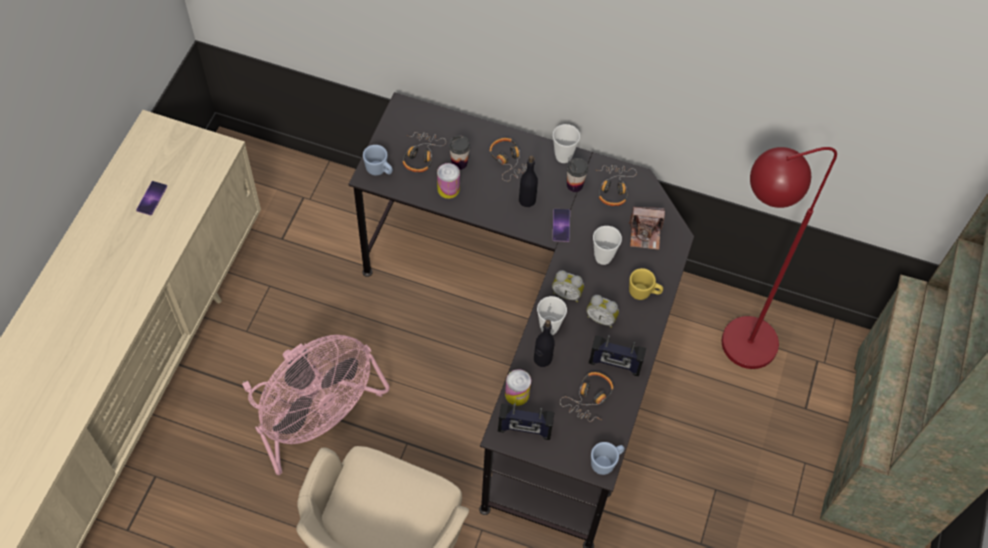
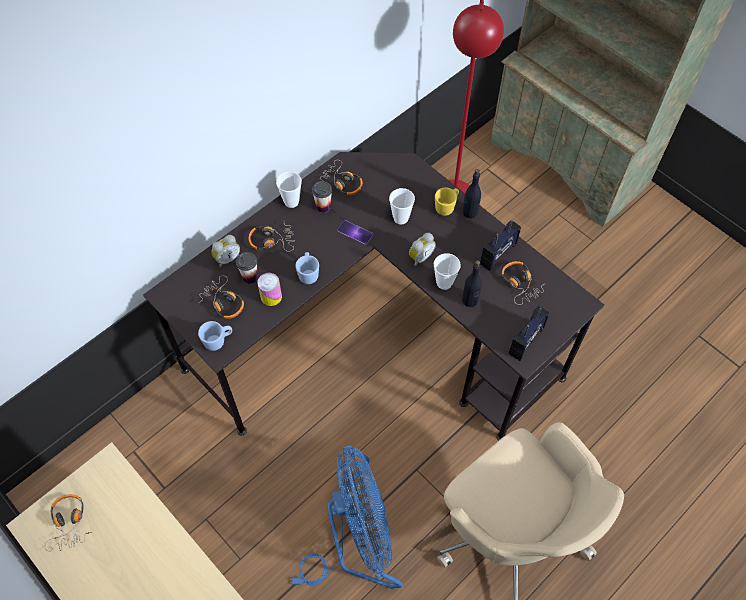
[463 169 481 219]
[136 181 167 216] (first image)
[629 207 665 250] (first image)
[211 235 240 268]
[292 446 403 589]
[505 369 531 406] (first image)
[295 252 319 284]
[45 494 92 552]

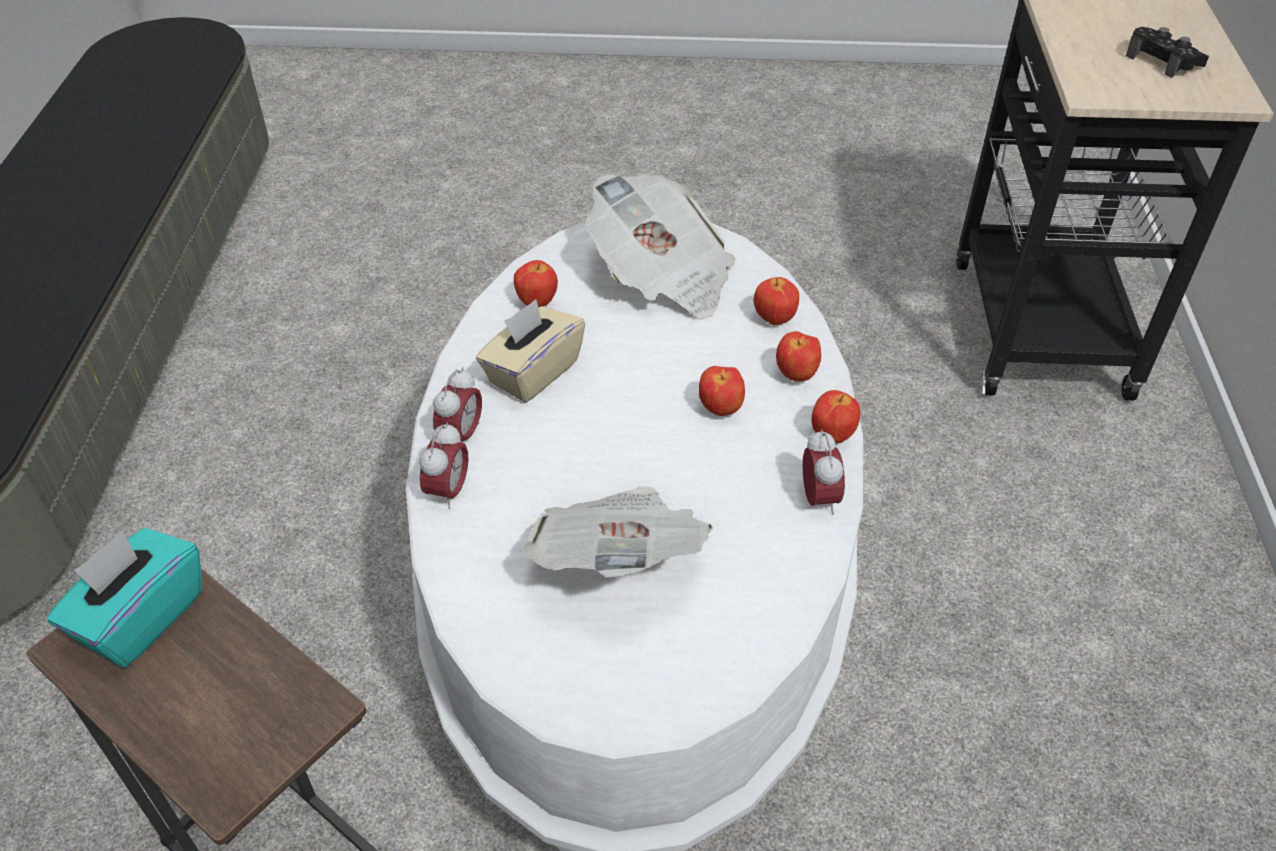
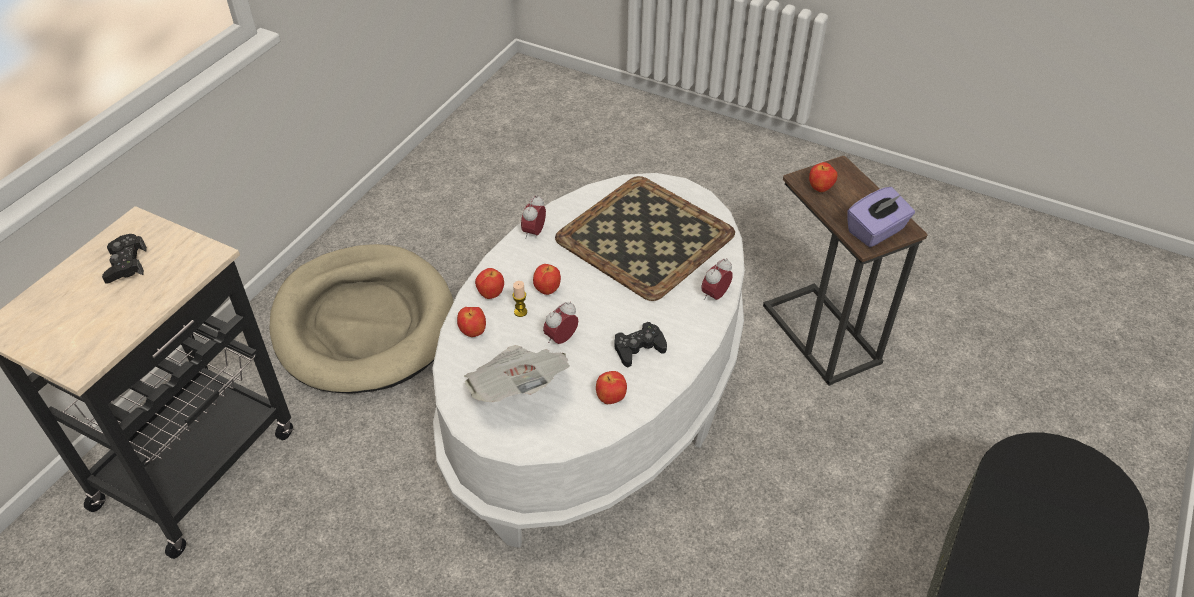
[614 322 667 367]
[543 302 578 344]
[809 162 838 192]
[555 176 735 301]
[847 187 915 247]
[269 244 454 394]
[513 281 527 317]

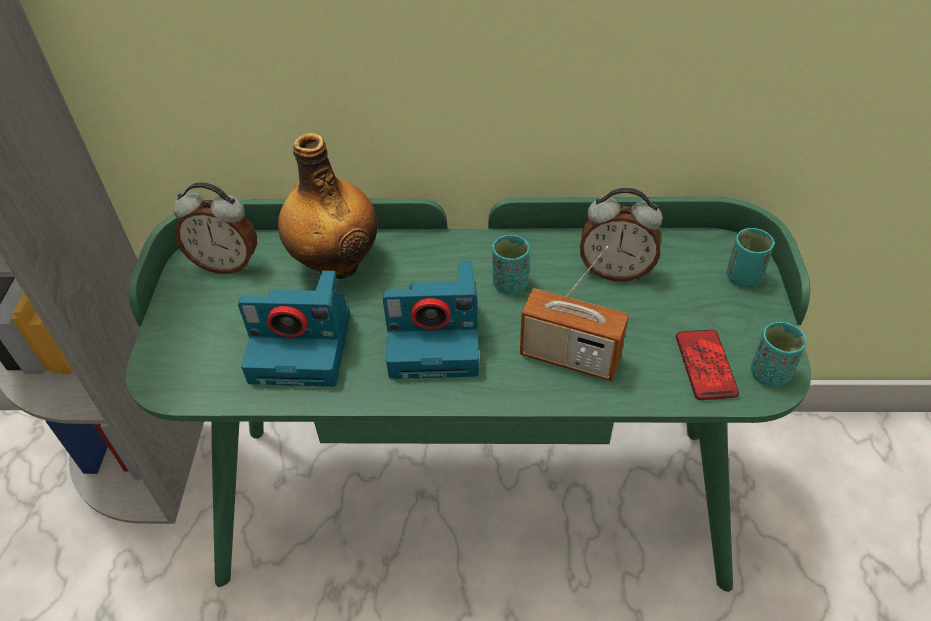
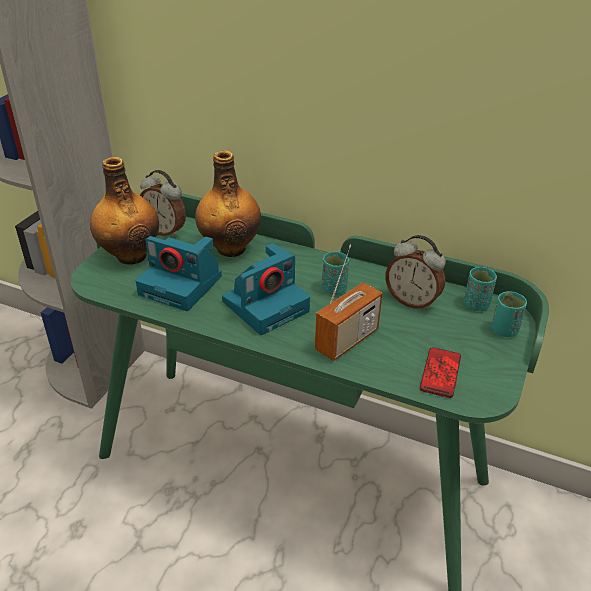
[315 245 383 361]
[222 243 310 335]
[464 267 497 311]
[90 157 159 264]

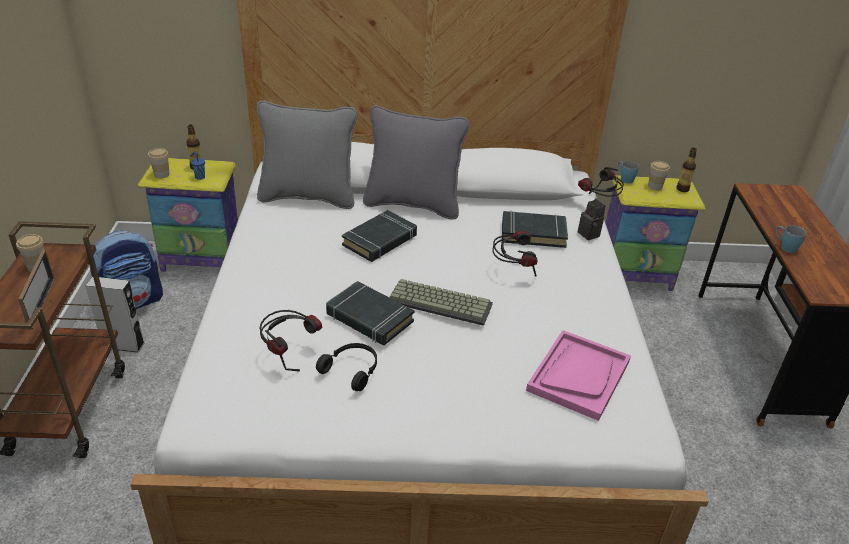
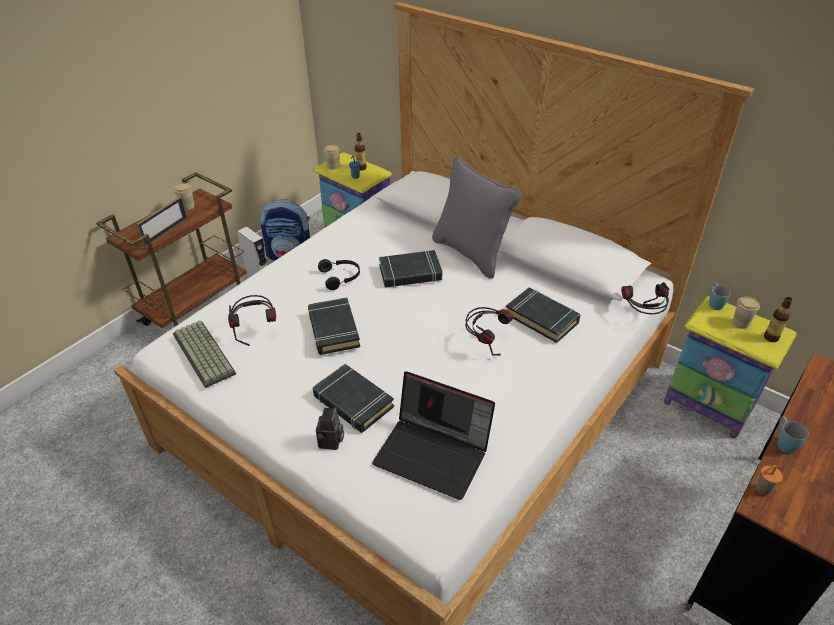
[257 100 357 209] (first image)
[316 407 344 450]
[173 320 236 388]
[372 371 495 500]
[318 259 360 290]
[313 364 394 433]
[756 465 783 495]

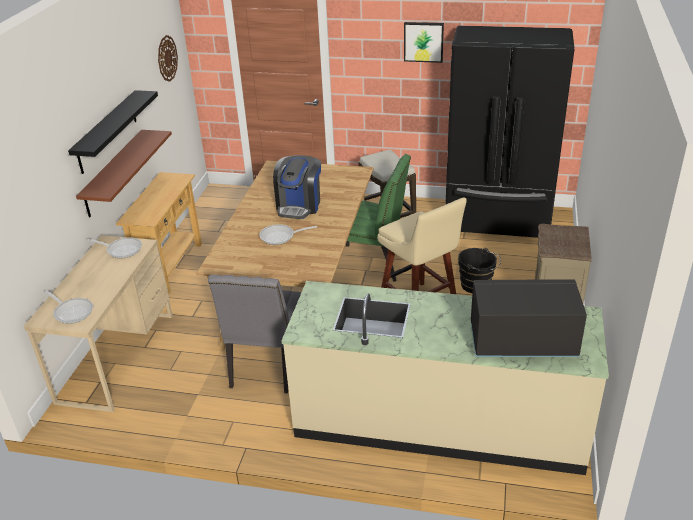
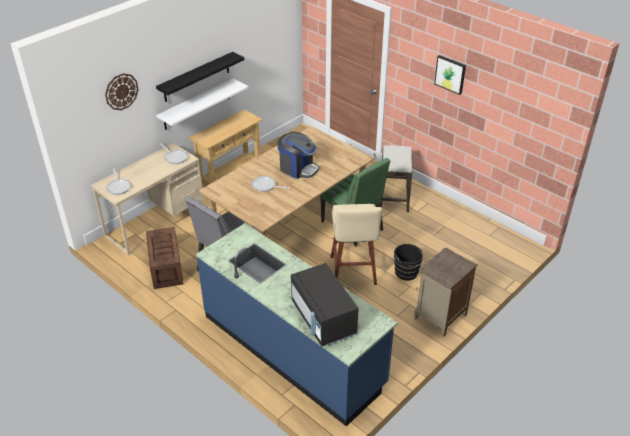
[445 26 575 238] (first image)
[105 73 139 110]
[156 79 249 130]
[277 132 320 179]
[291 263 359 346]
[196 223 398 426]
[146 227 184 289]

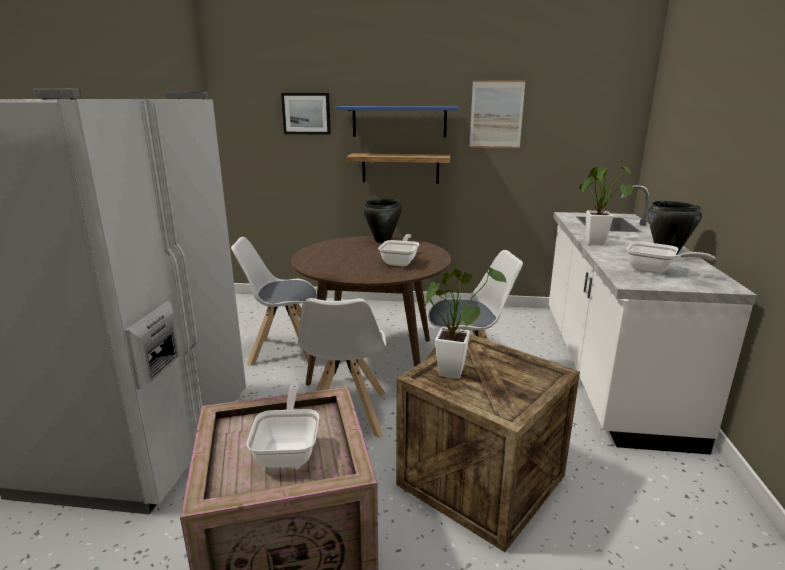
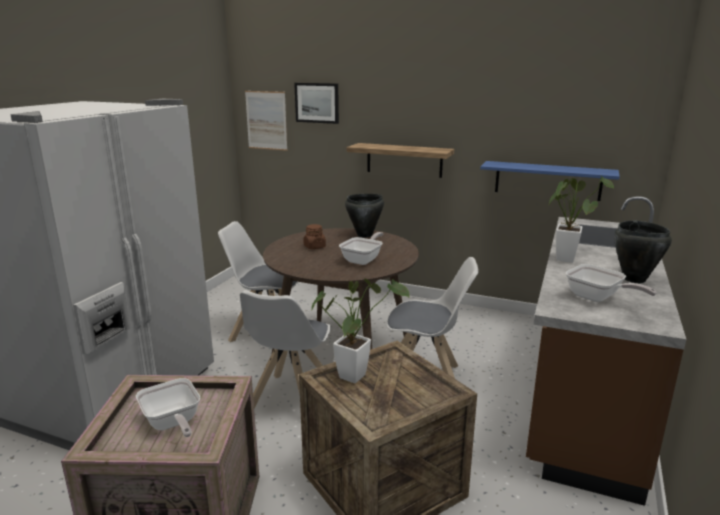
[245 91 288 151]
[480 161 620 201]
[526 196 686 506]
[136 378 200 437]
[303 224 326 249]

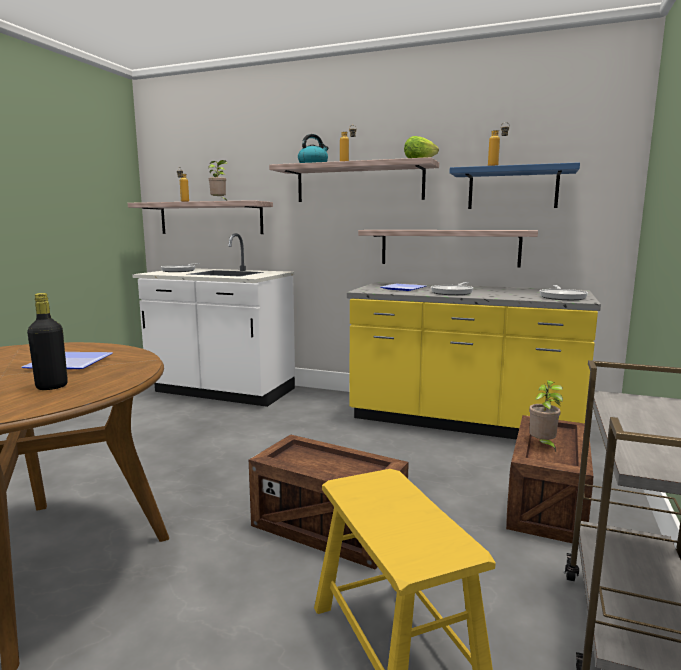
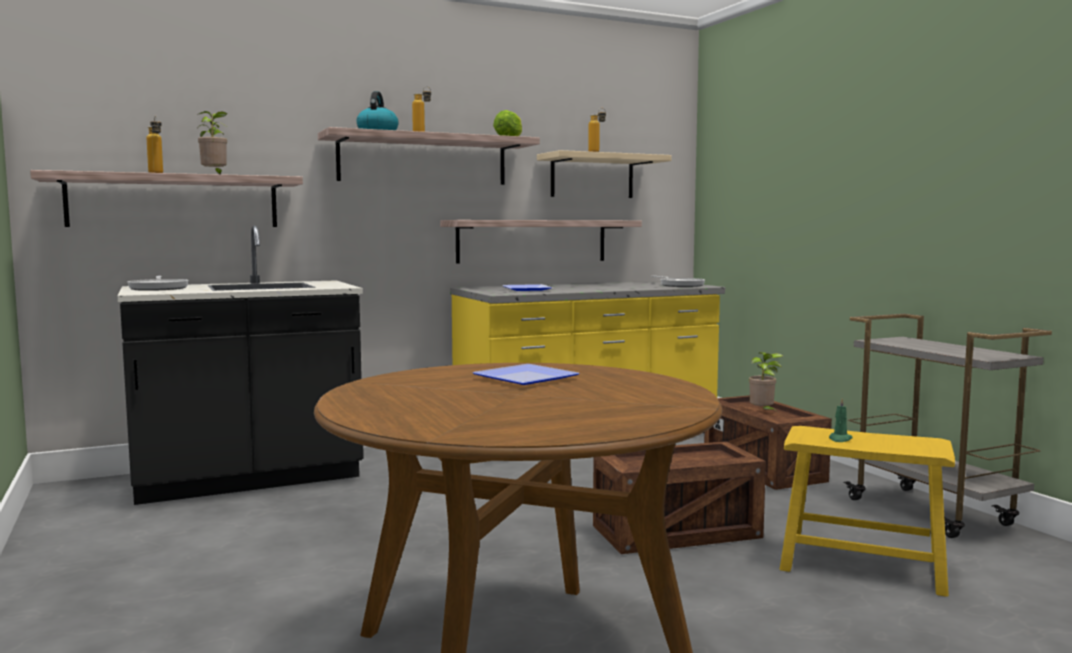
[537 150 672 198]
[118 225 364 505]
[431 282 473 295] (first image)
[27 293 68 390] (first image)
[829 398 853 442]

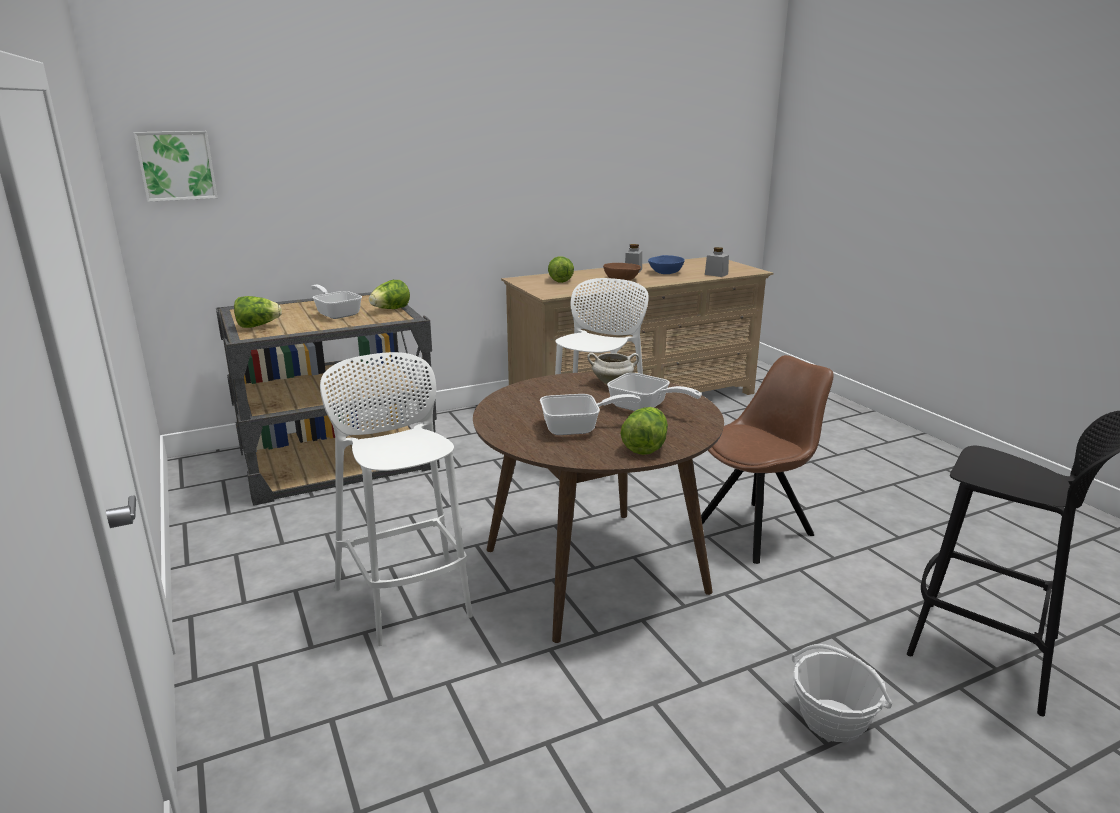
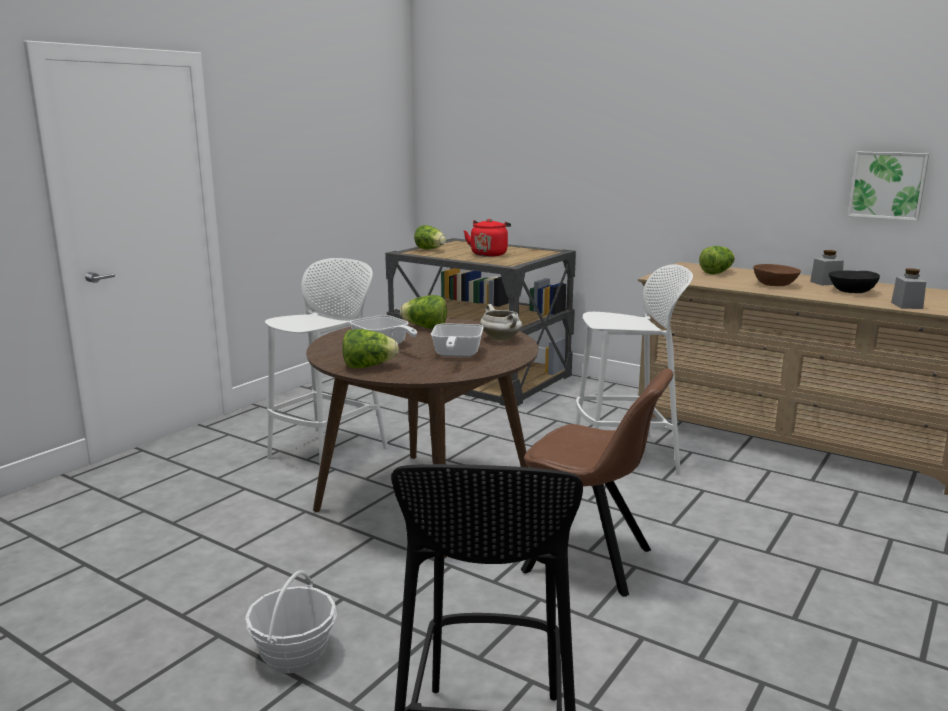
[848 152 929 221]
[829 271 880 293]
[400 295 447 329]
[464 219 511 257]

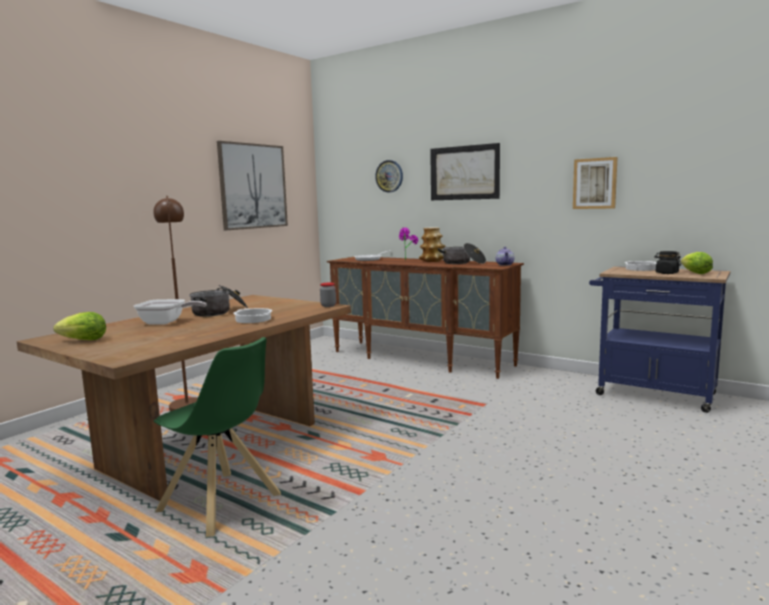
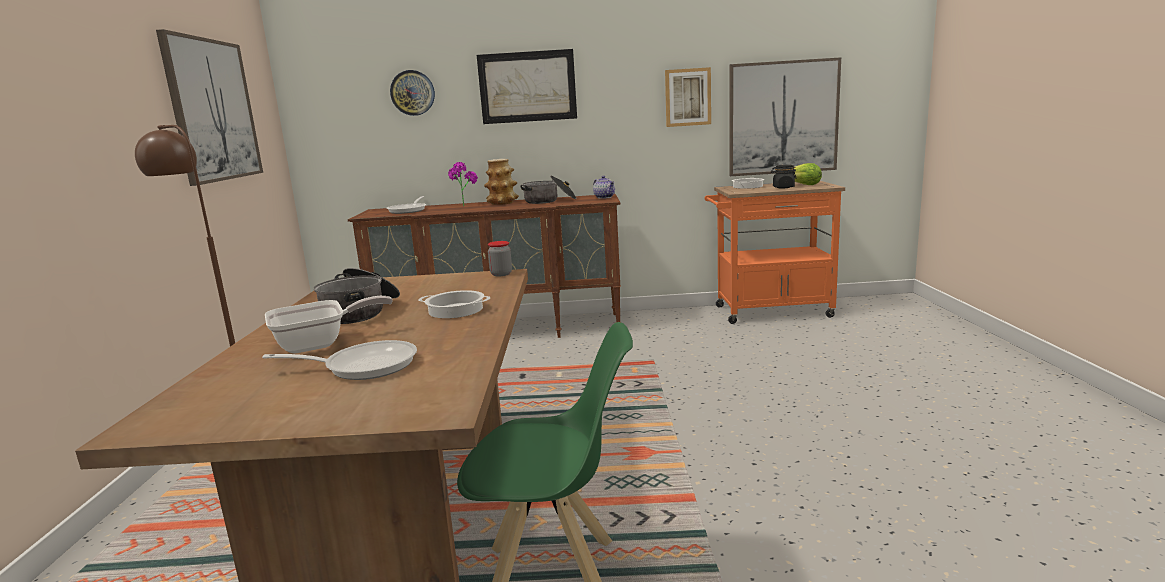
[704 181 845 324]
[53 312 106 340] (first image)
[729 57 841 176]
[262 340 417 380]

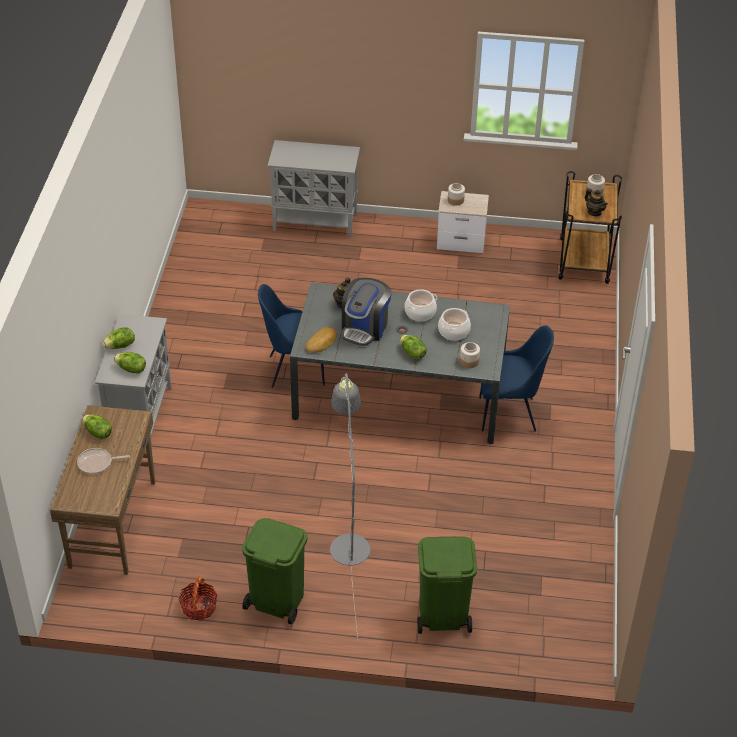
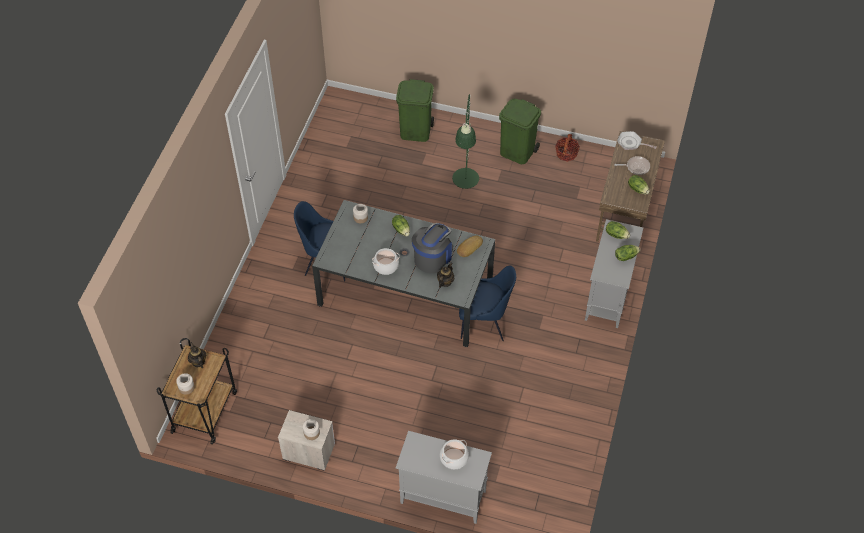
[440 439 469 469]
[452 94 479 189]
[617 131 657 150]

